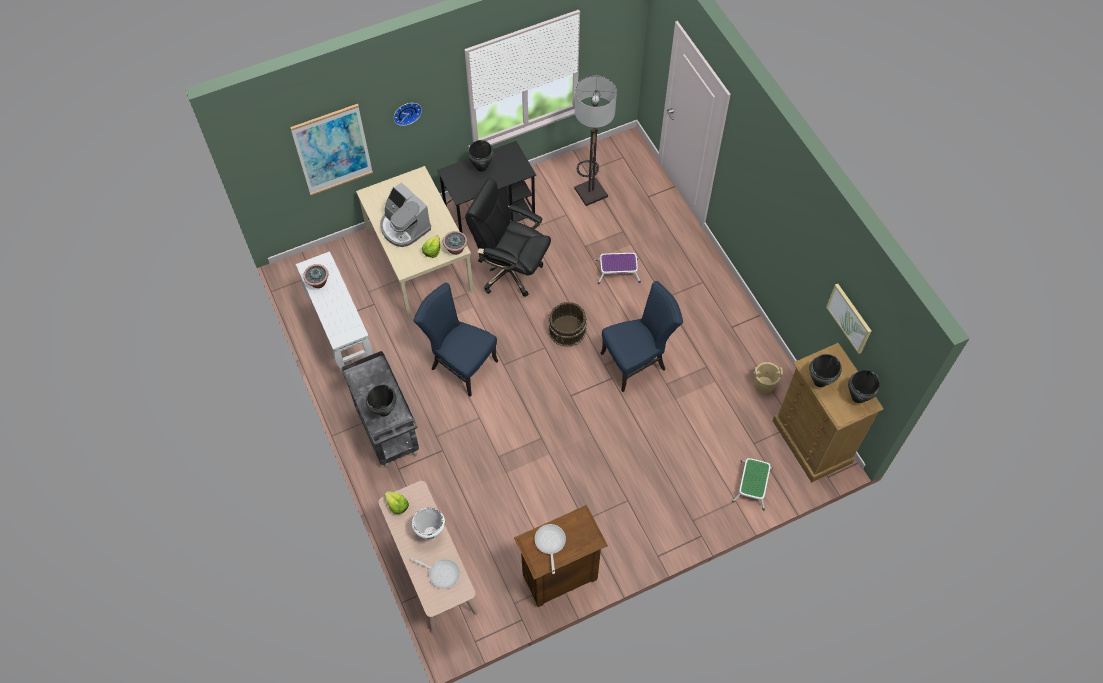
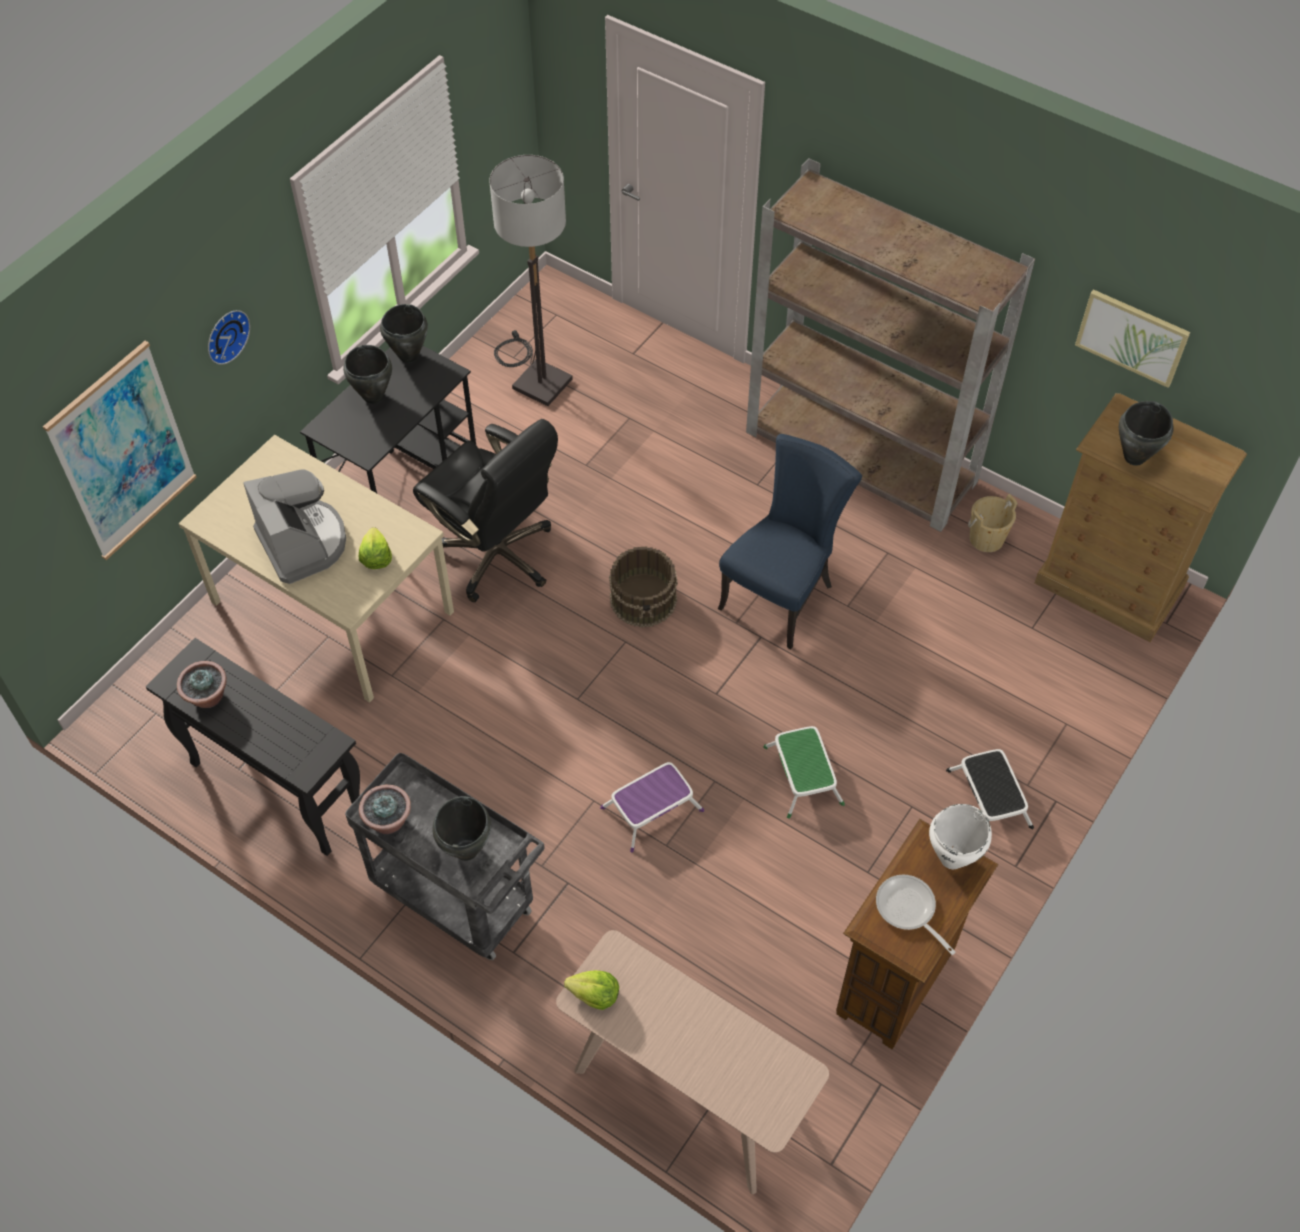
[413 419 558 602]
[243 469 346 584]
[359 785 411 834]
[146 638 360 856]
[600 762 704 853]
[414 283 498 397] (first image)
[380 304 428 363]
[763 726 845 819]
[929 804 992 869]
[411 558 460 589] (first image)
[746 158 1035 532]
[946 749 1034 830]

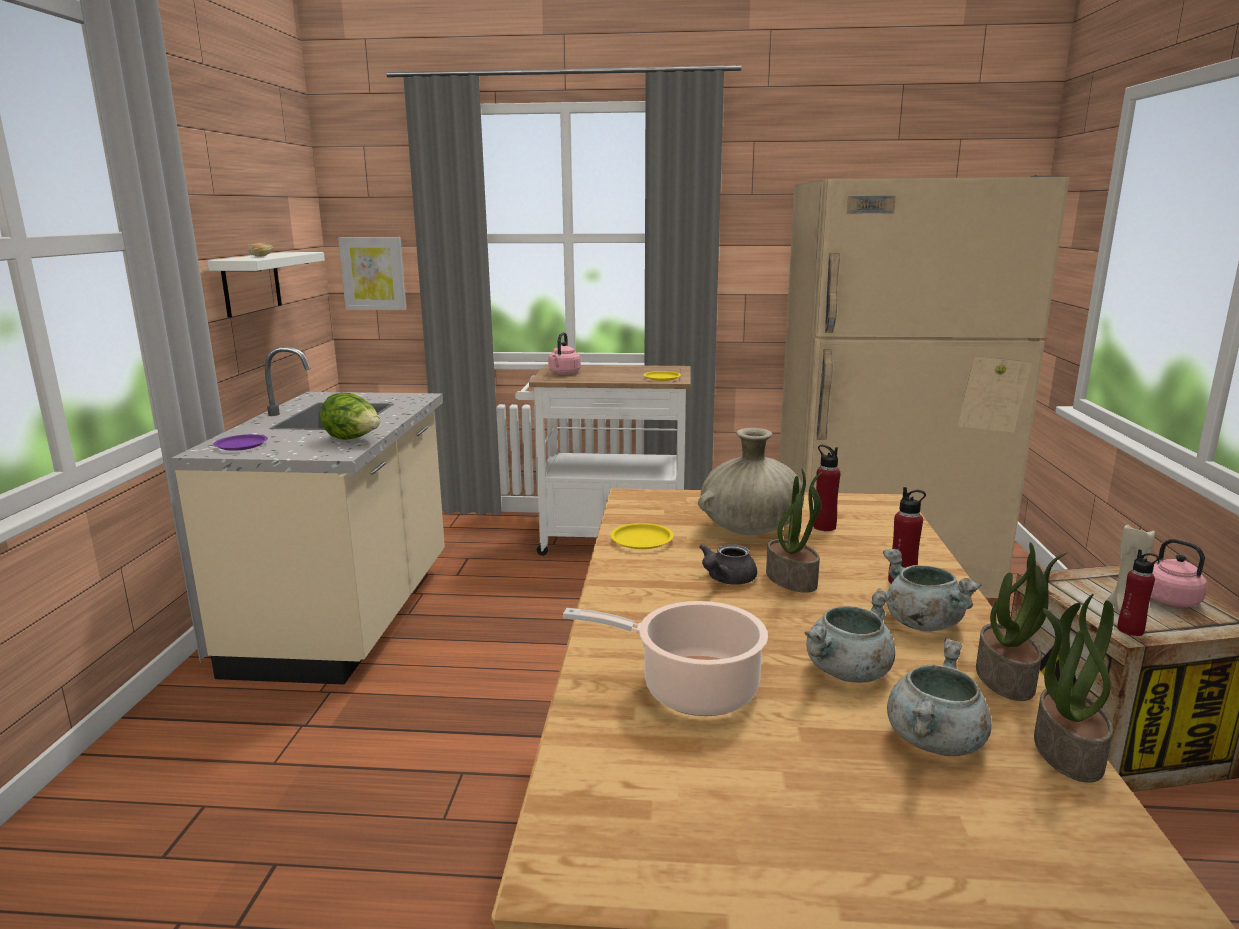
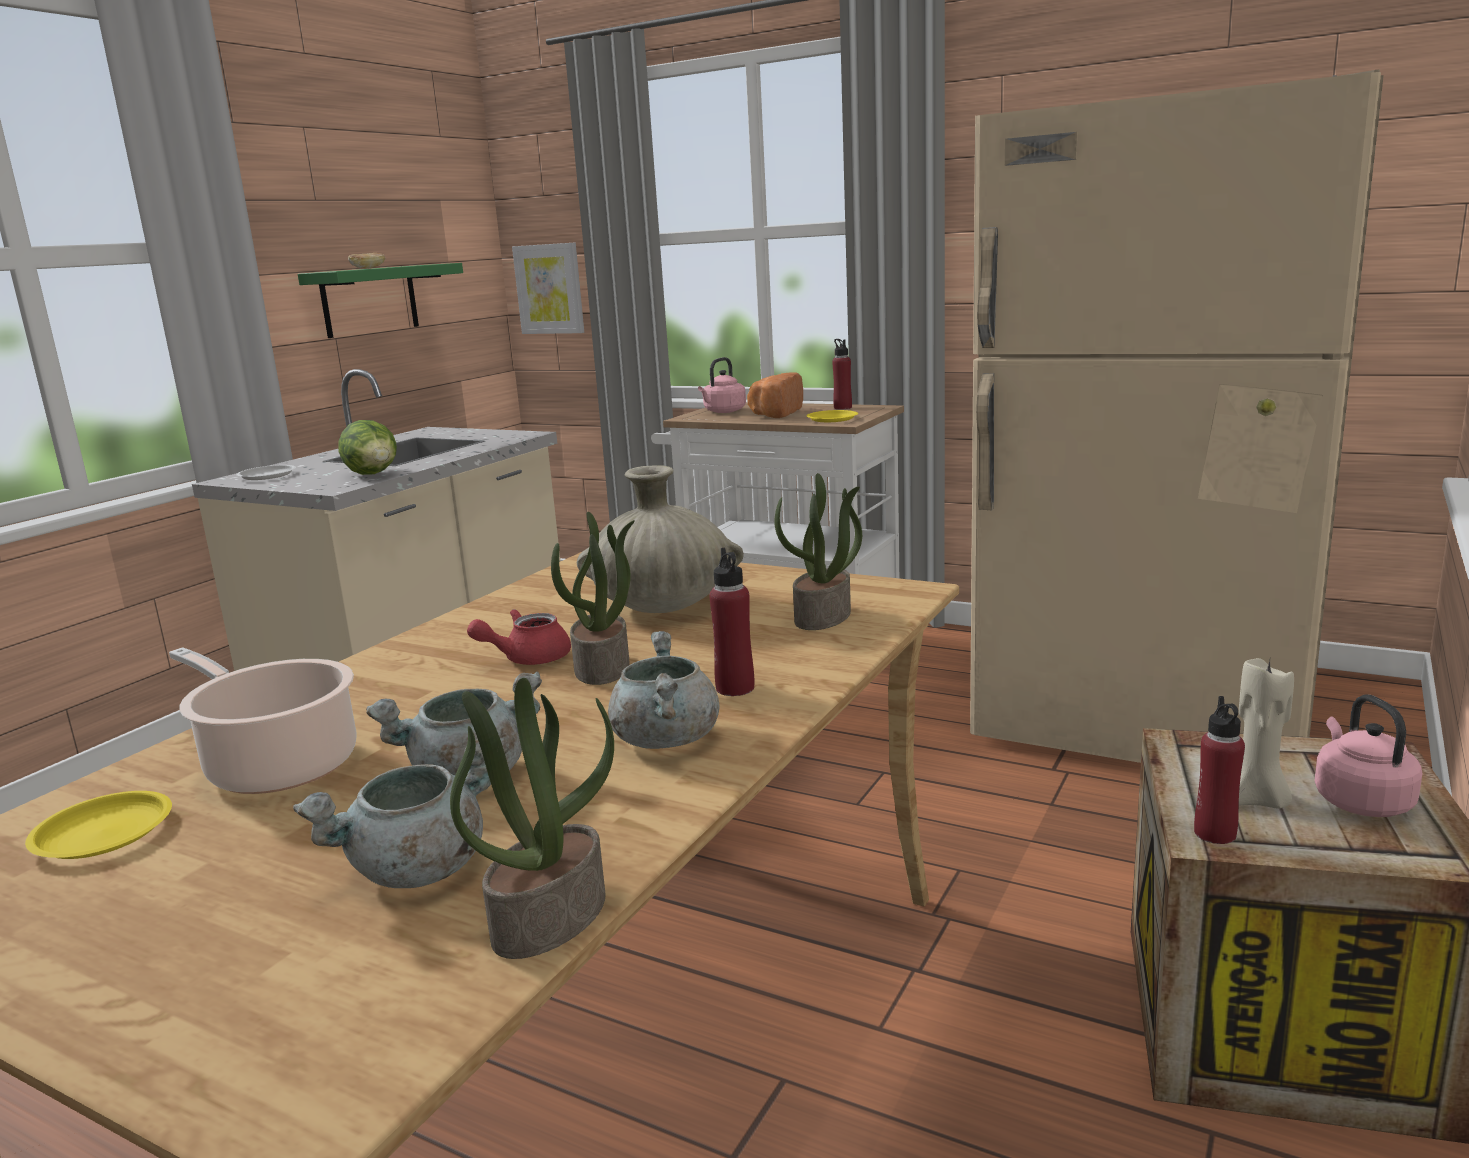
[298 263 463 338]
[236 465 296 480]
[832 339 852 409]
[25 791 172 859]
[774 473 862 630]
[467 609 571 665]
[747 372 803 418]

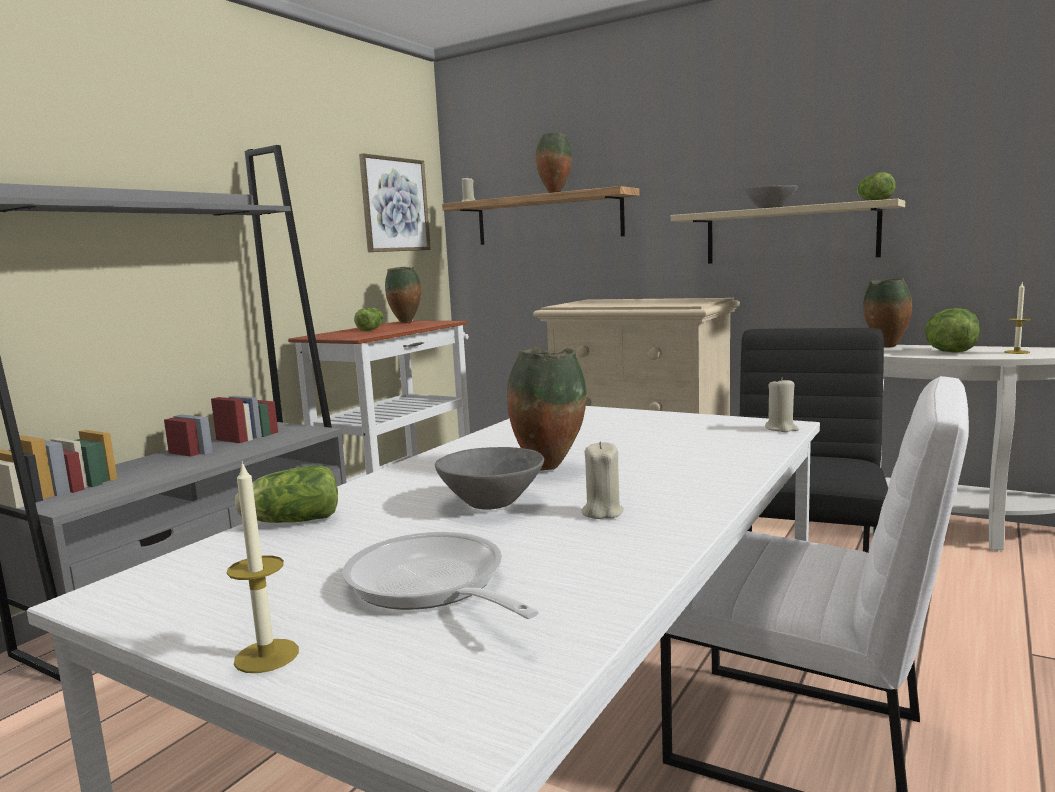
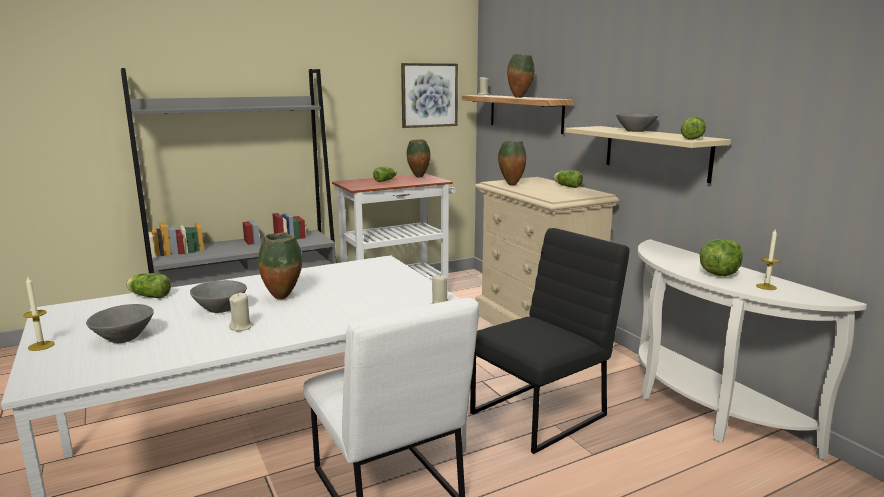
[498 141 526 185]
[86 304 154 343]
[553 170 583 188]

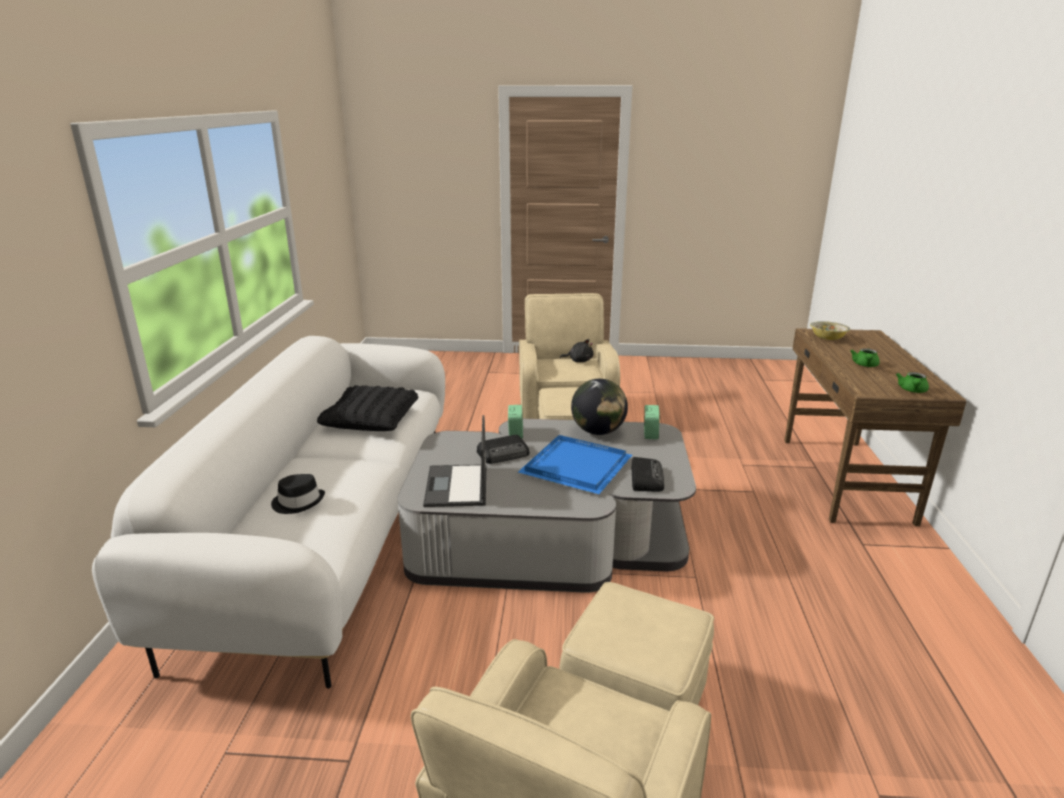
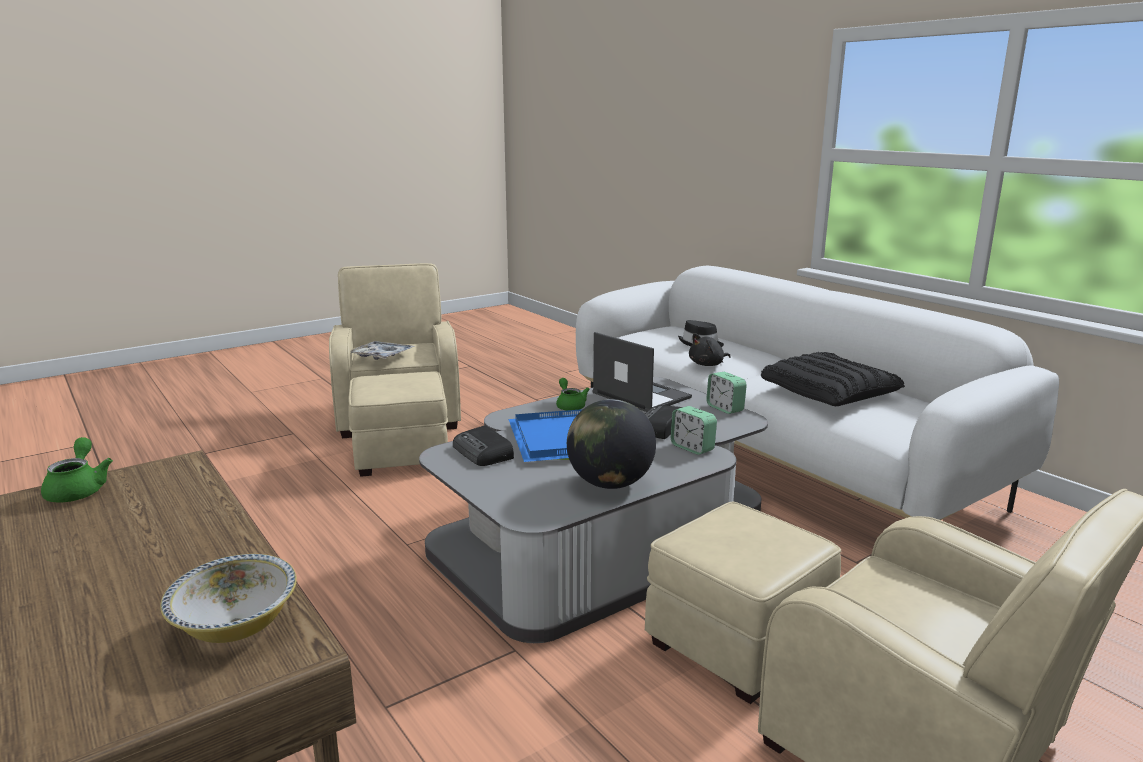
[689 333 731 366]
[556 378 590 411]
[706 372 747 414]
[351 341 415 360]

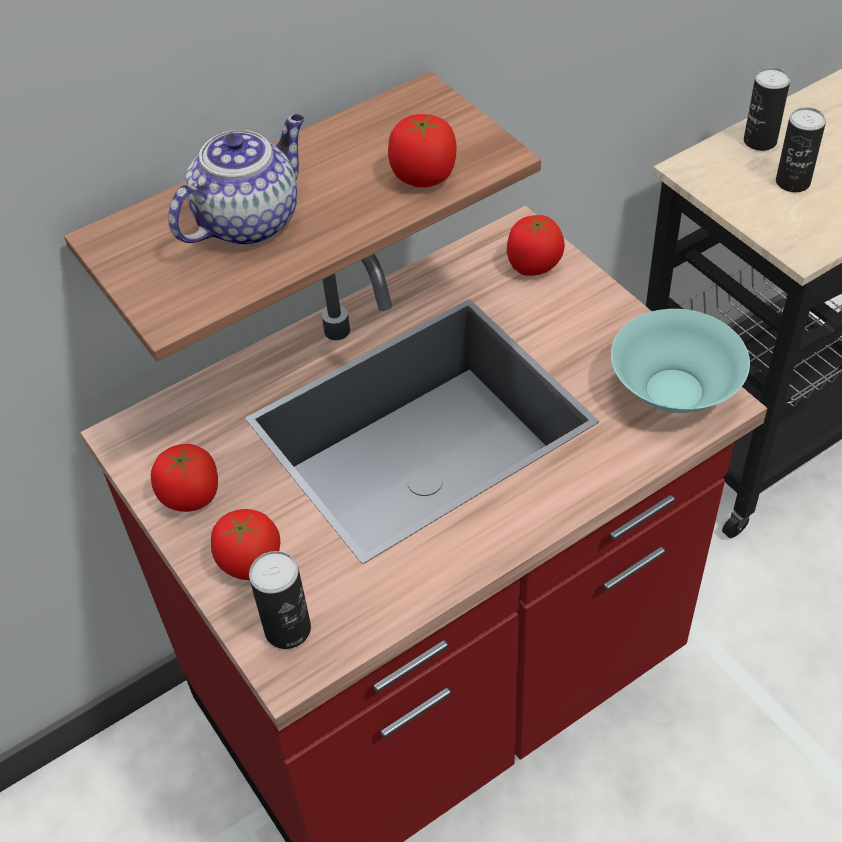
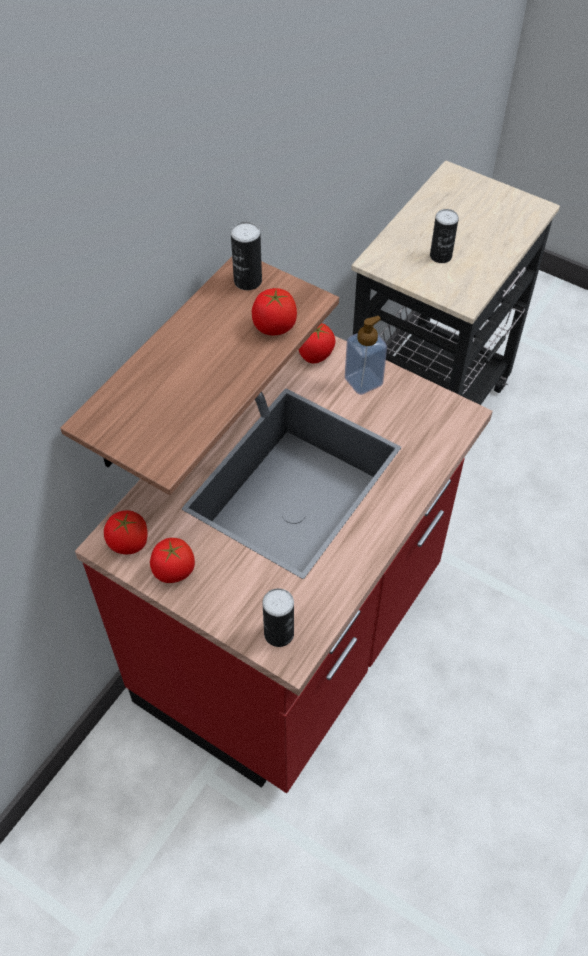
[231 221 262 290]
[168 114 304 246] (first image)
[611 309 750 413] (first image)
[104 510 148 554]
[345 316 387 395]

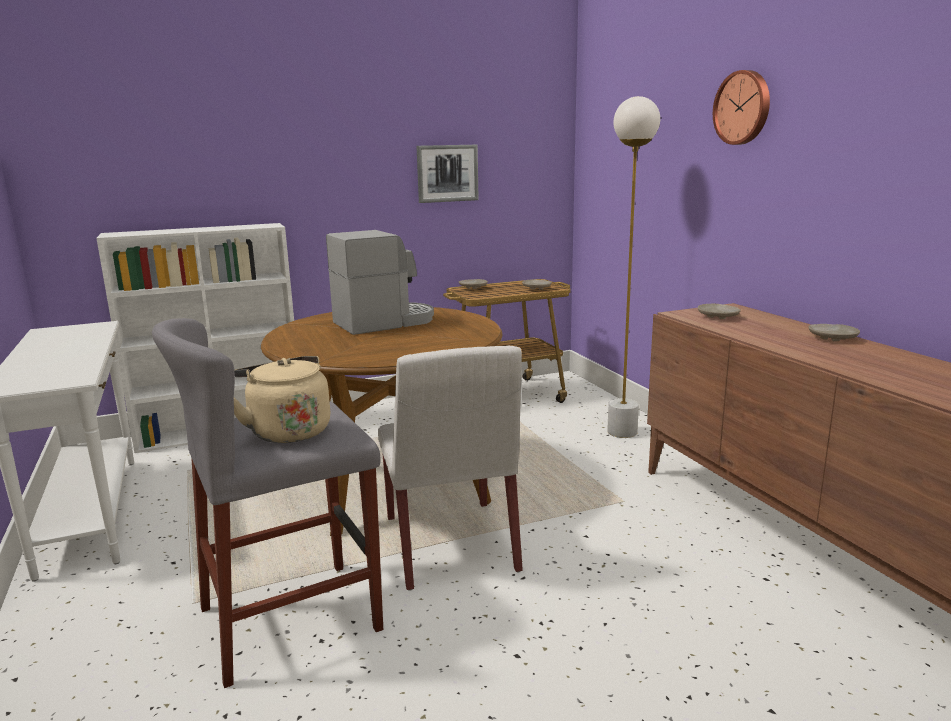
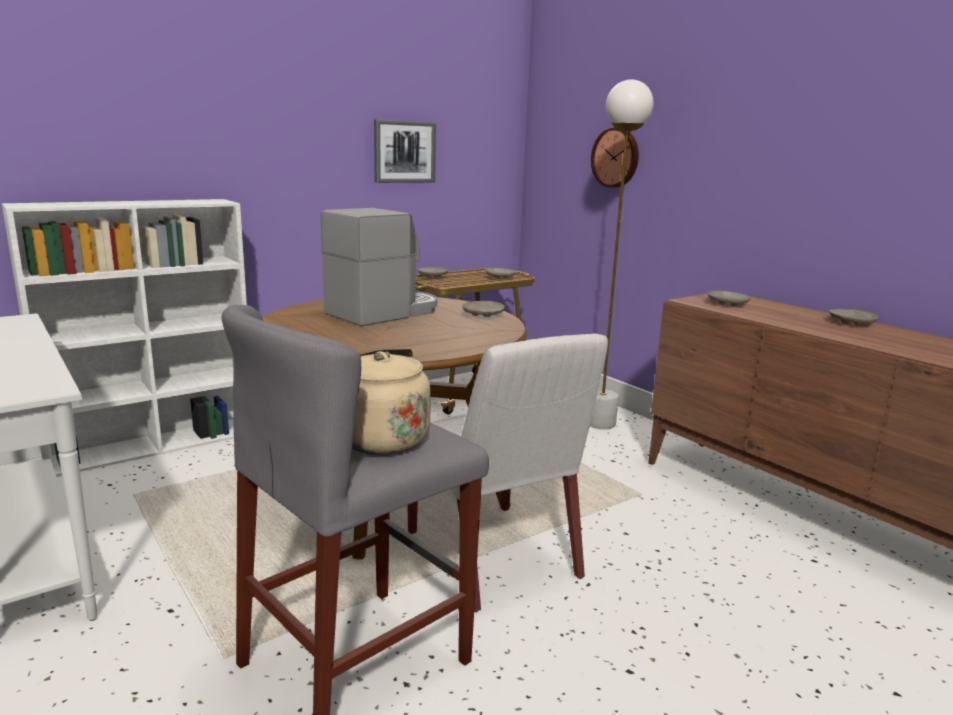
[591 127 639 188]
[462 301 505 317]

